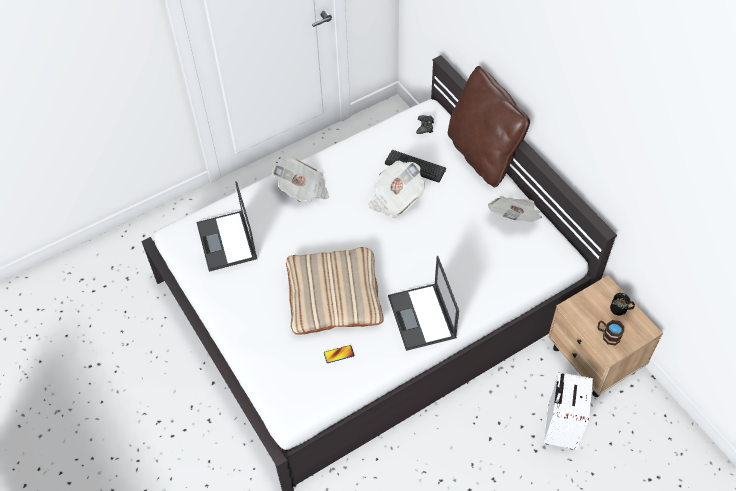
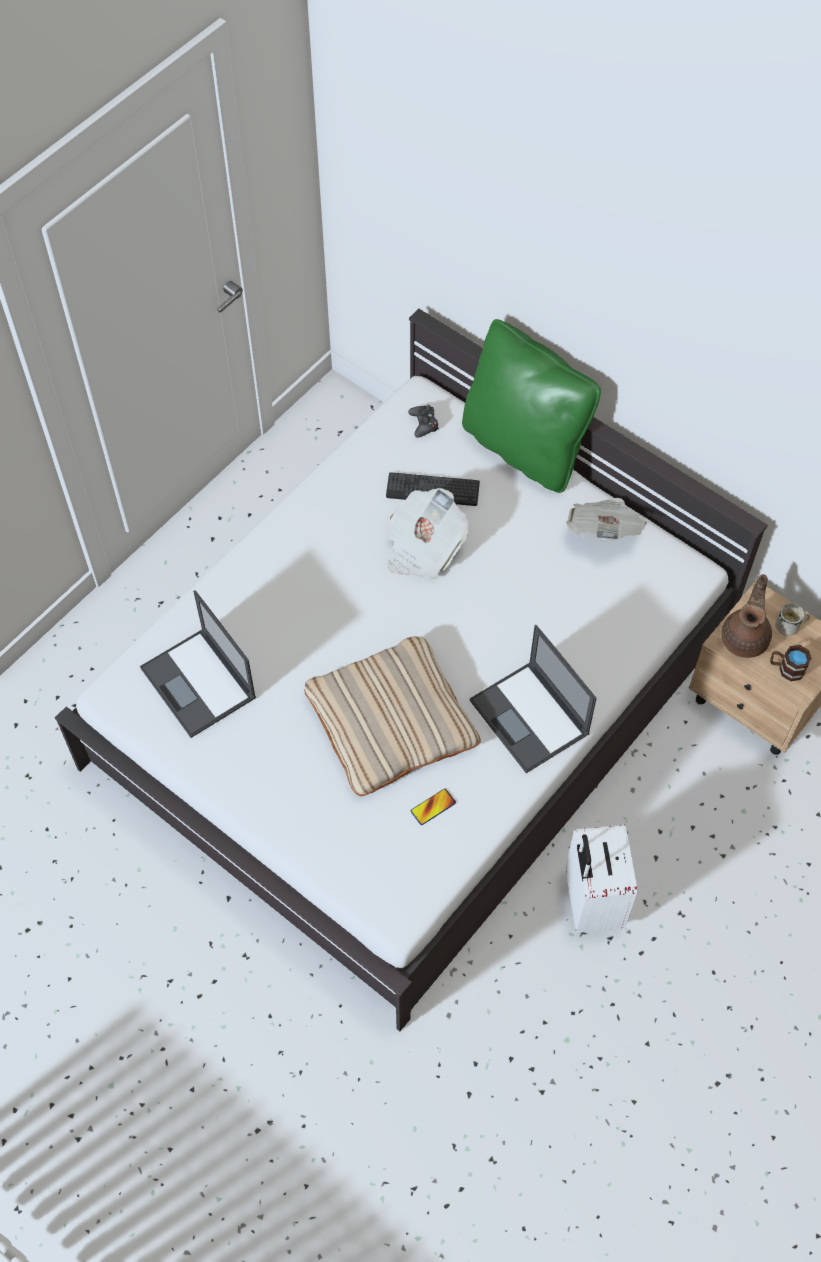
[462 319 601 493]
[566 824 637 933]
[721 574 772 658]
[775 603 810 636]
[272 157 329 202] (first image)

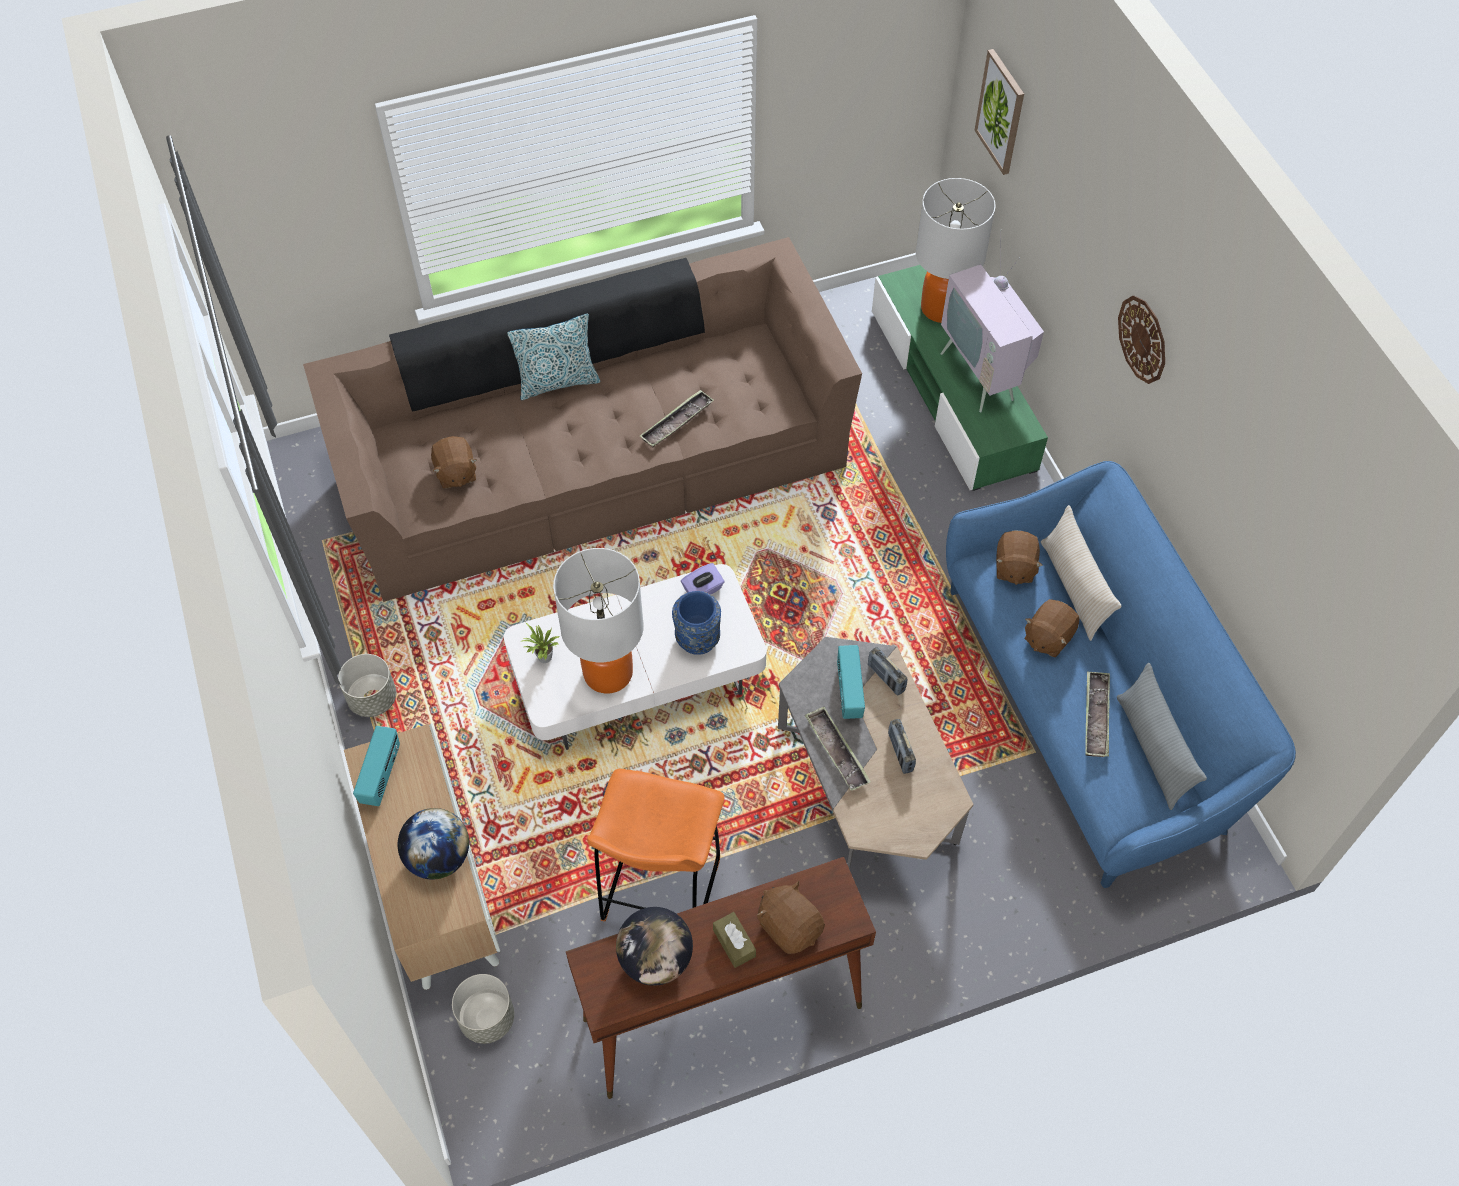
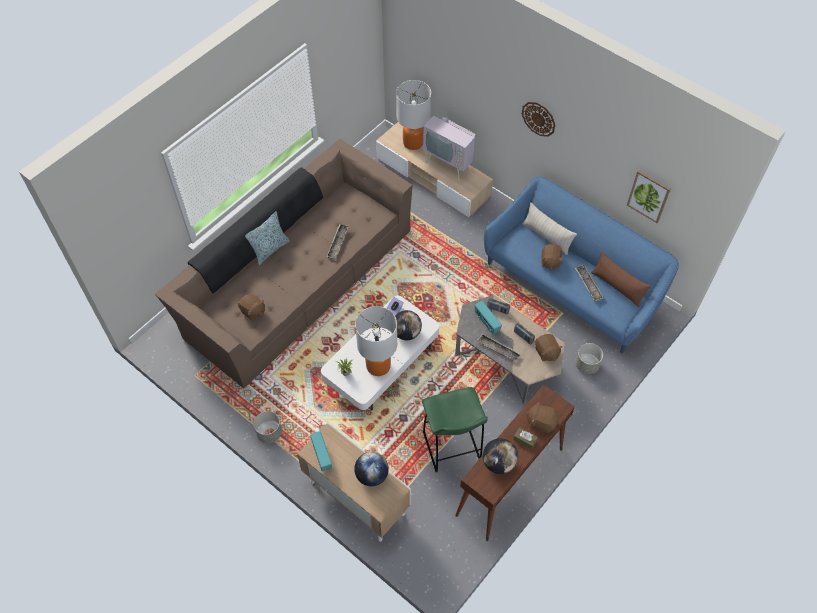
[376 122 493 217]
[395 310 422 340]
[422 387 488 473]
[535 334 563 361]
[575 343 603 374]
[591 252 651 307]
[627 170 671 223]

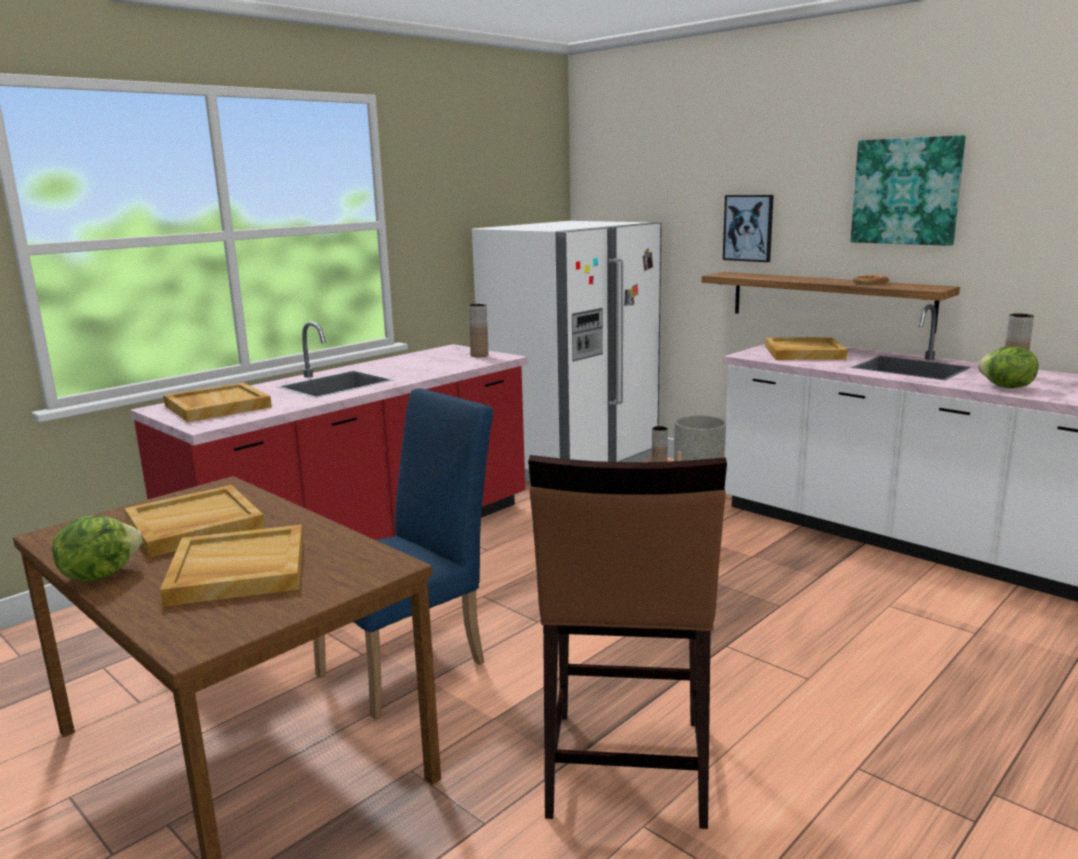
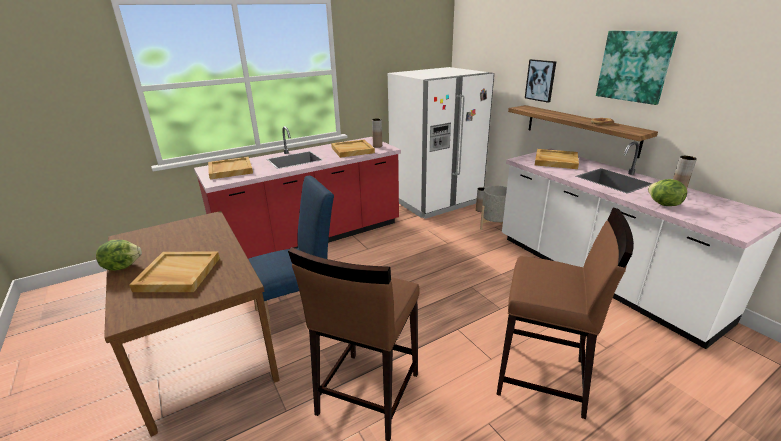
[331 140 375 158]
[496 208 634 419]

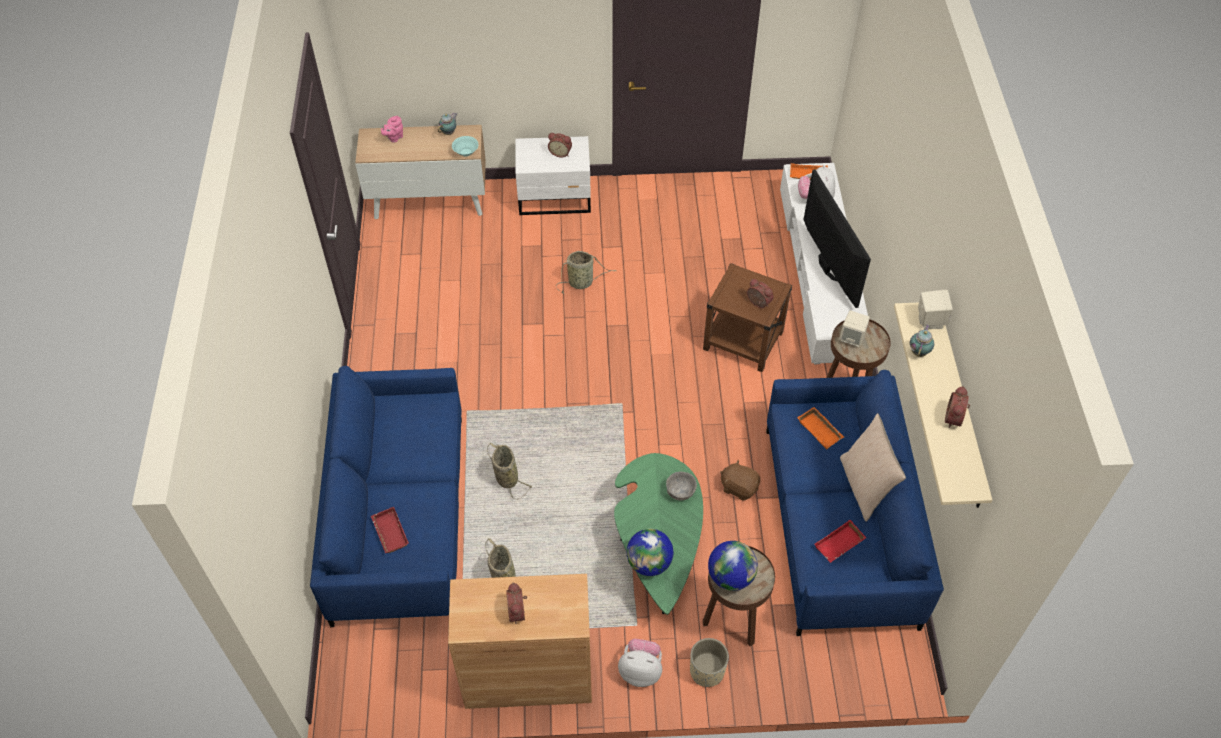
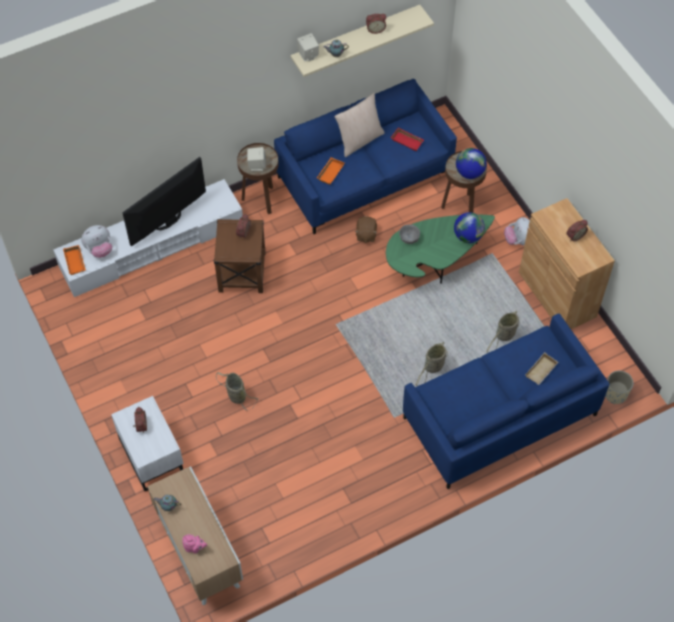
[525 352 558 385]
[605 371 633 404]
[452 136 479 157] (first image)

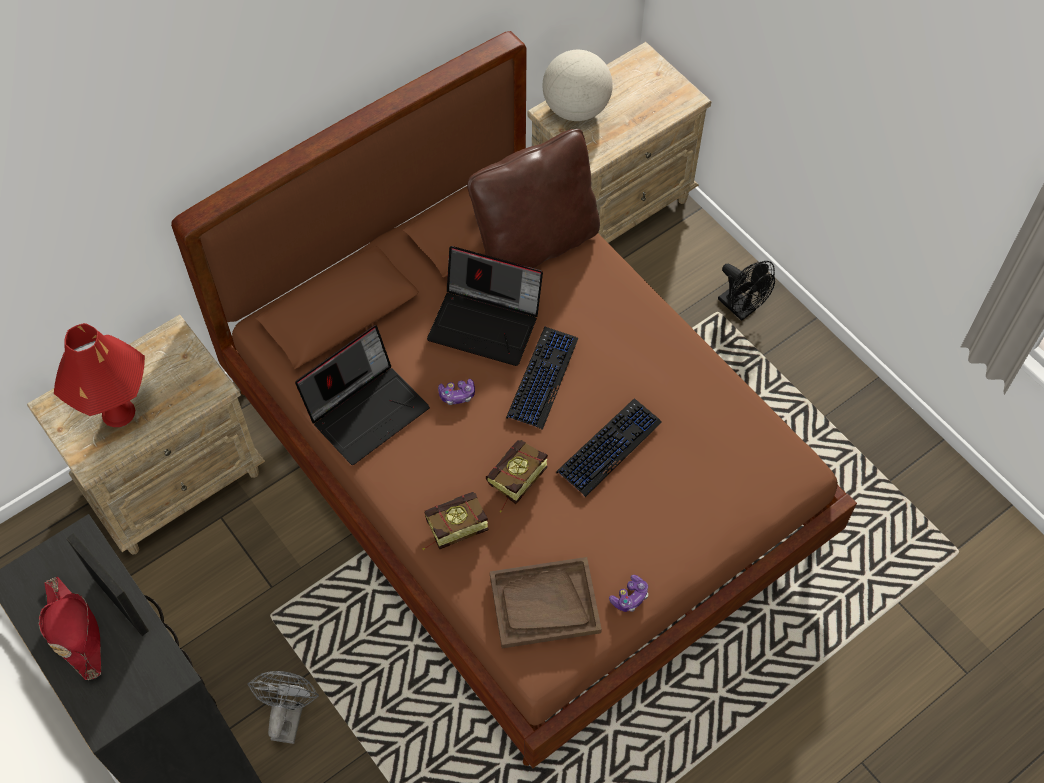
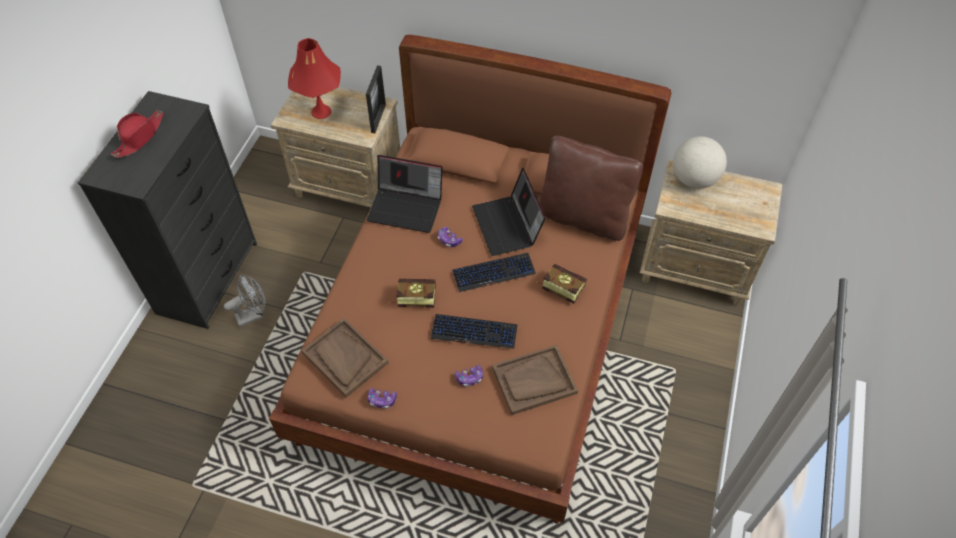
[366 66 386 133]
[455 365 483 387]
[492 345 578 415]
[536 264 587 304]
[718 261 775 321] (first image)

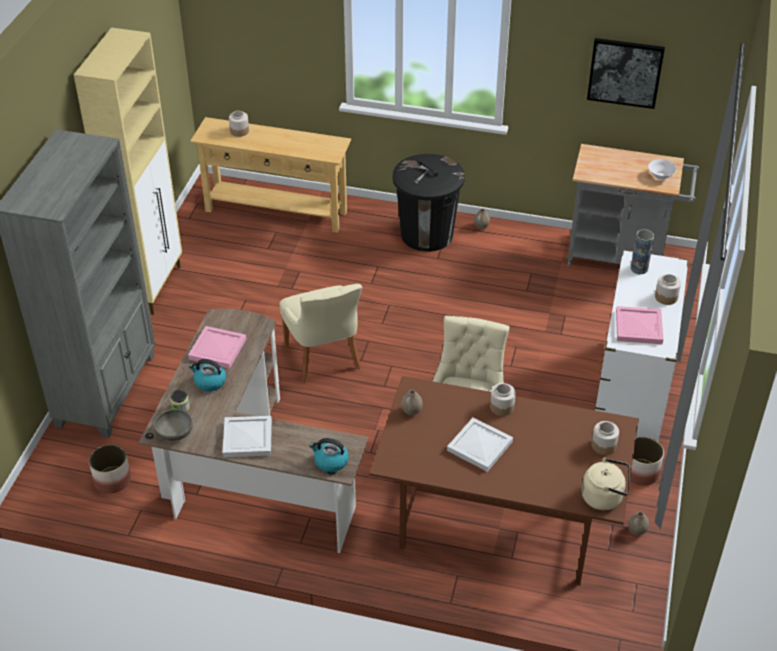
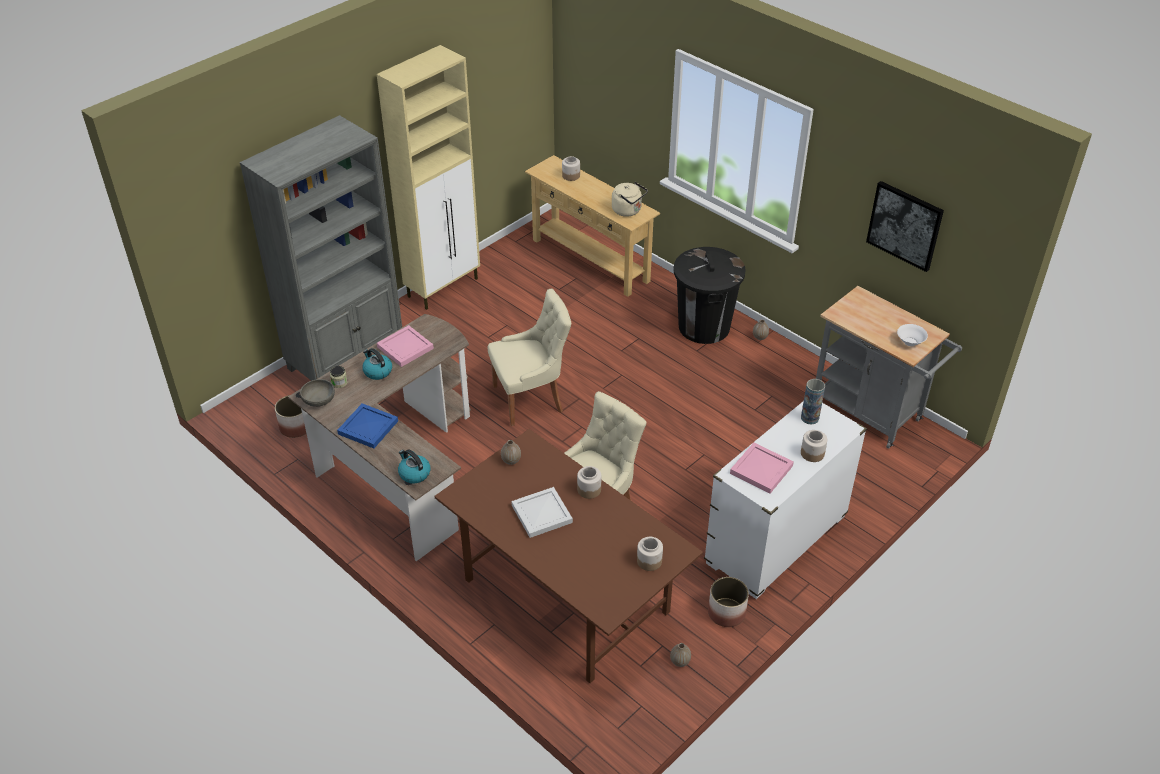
[337 403 398 448]
[488 289 571 426]
[612 182 648 217]

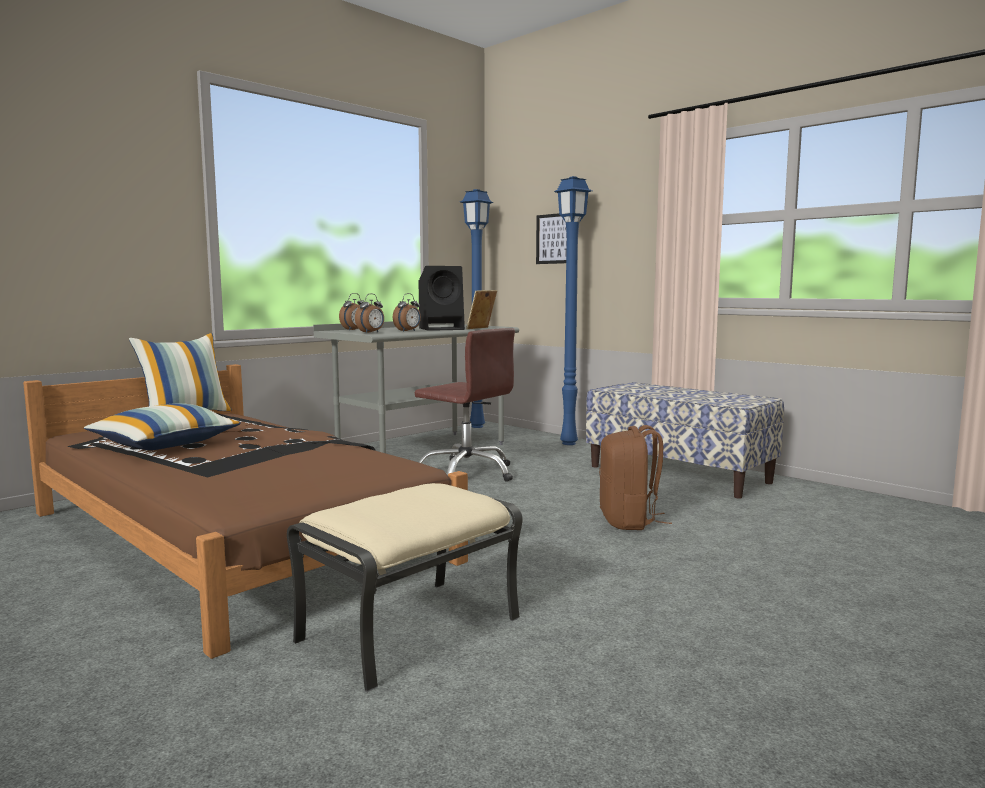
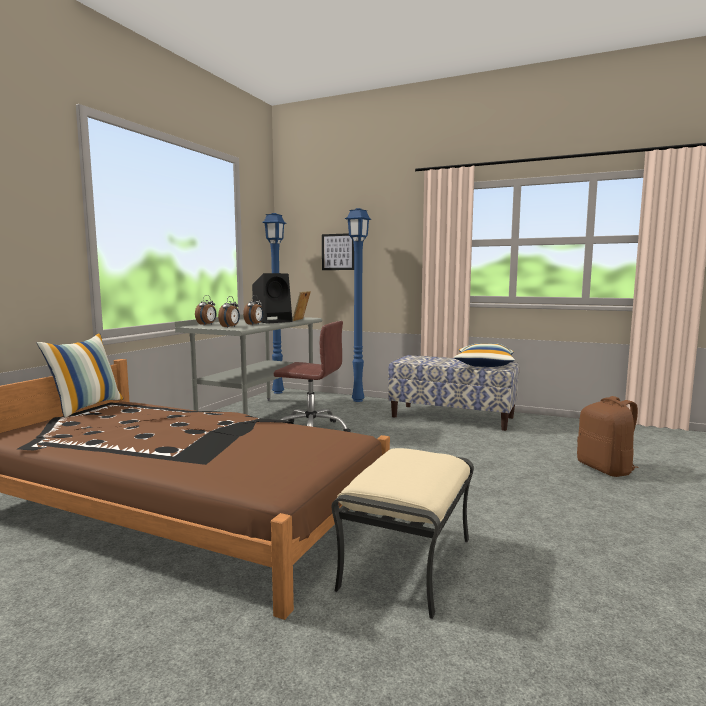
[454 343 515 367]
[577 396 639 477]

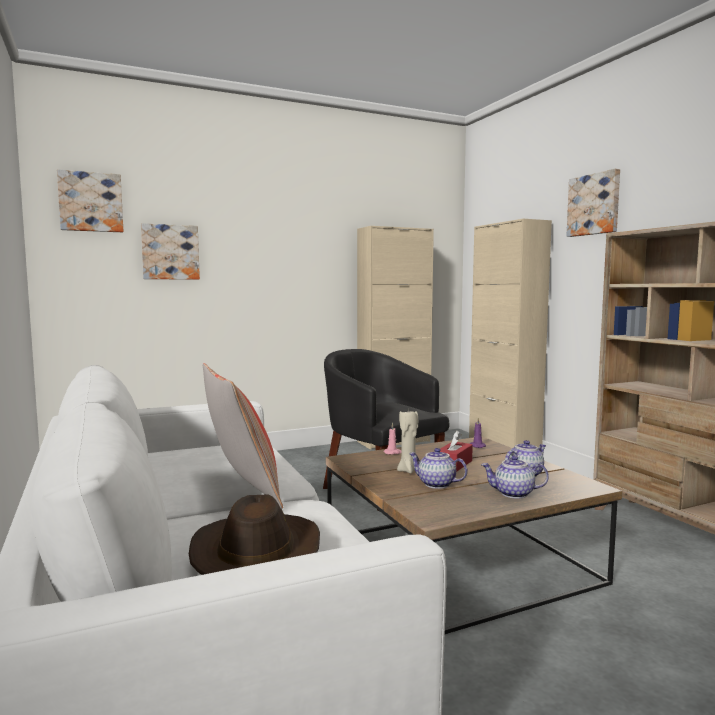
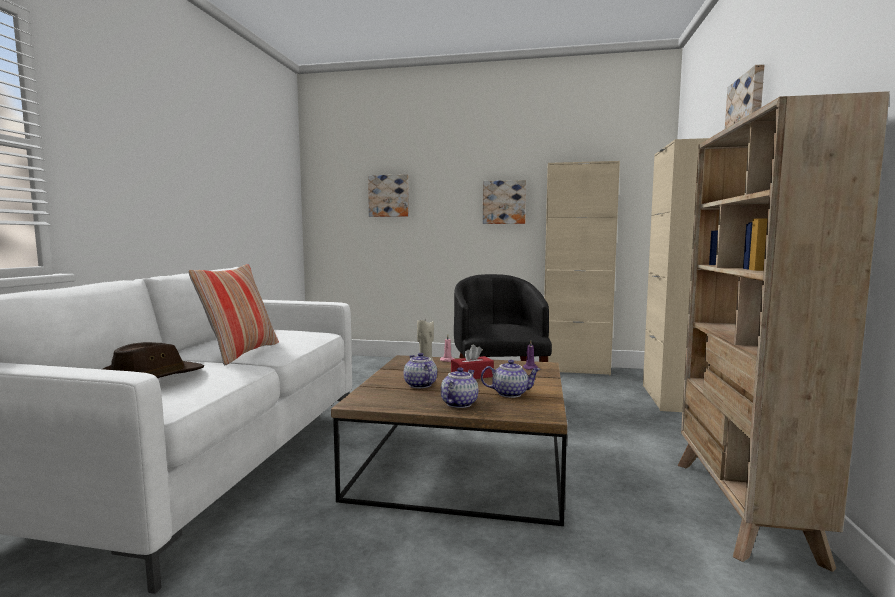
[441 367 479 408]
[483 180 526 224]

